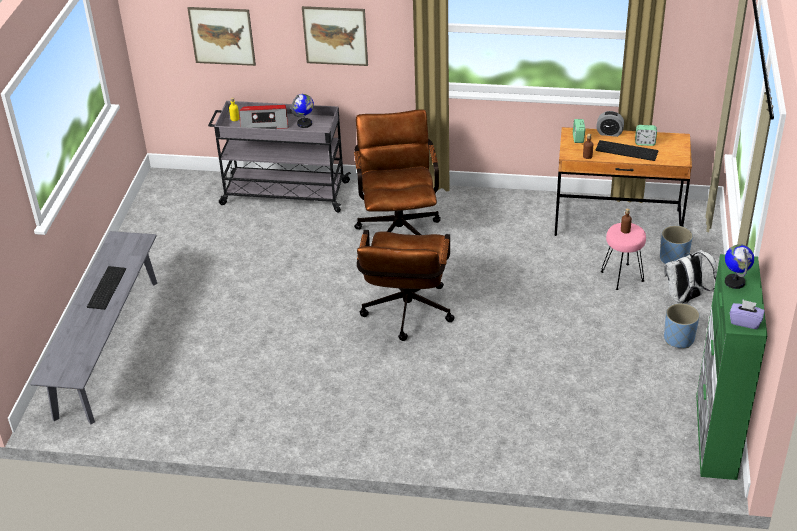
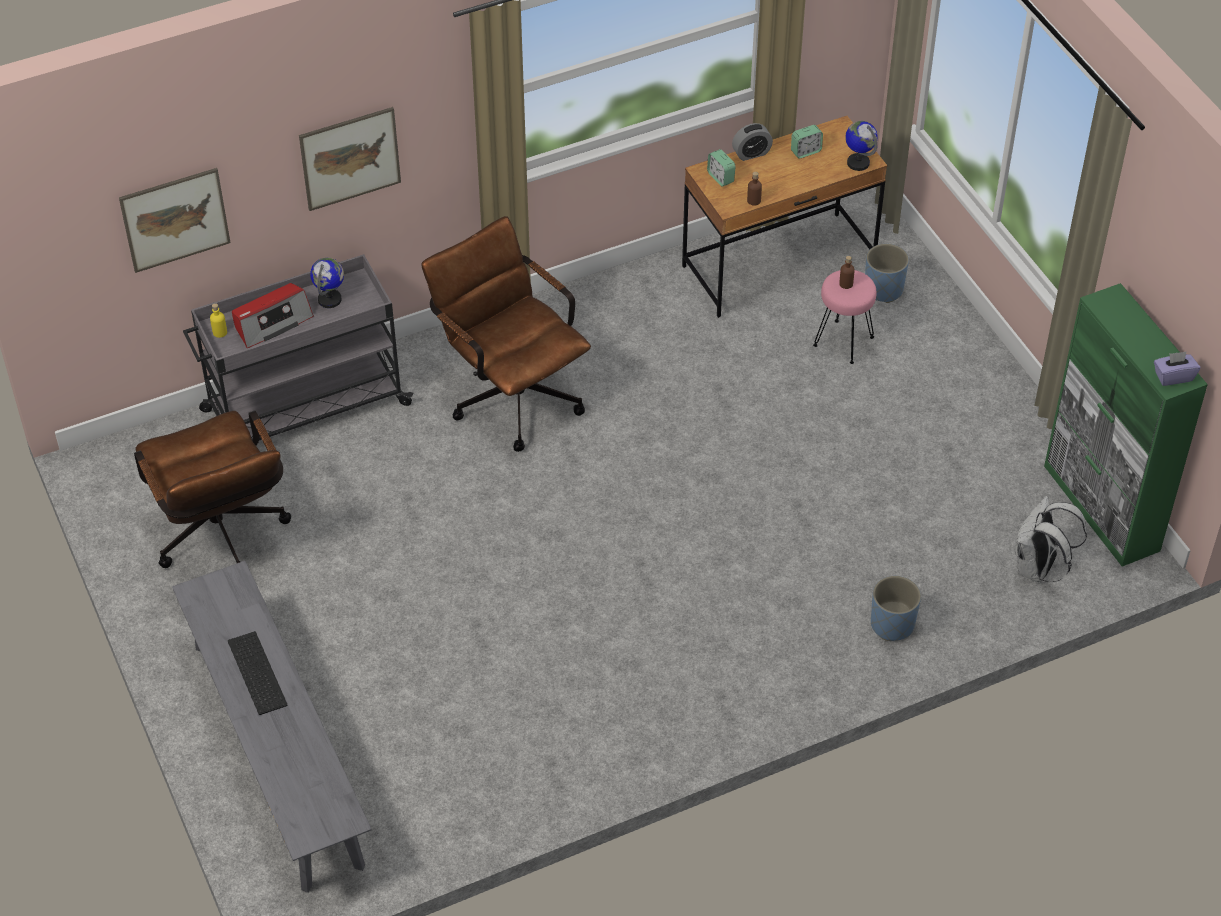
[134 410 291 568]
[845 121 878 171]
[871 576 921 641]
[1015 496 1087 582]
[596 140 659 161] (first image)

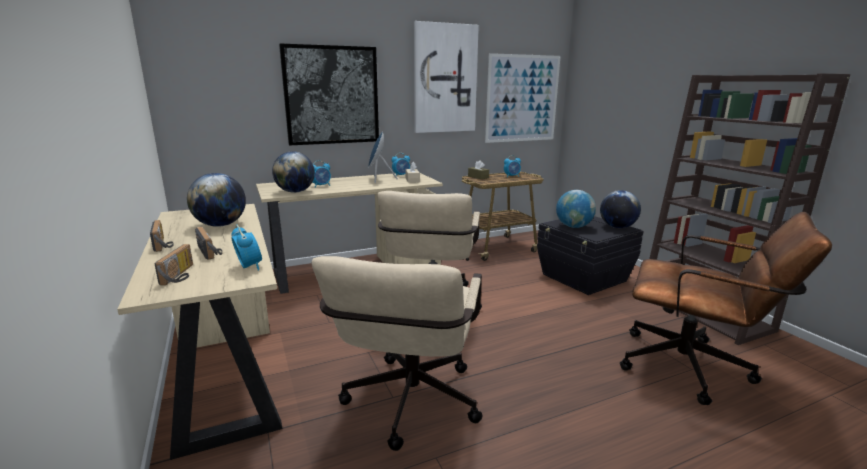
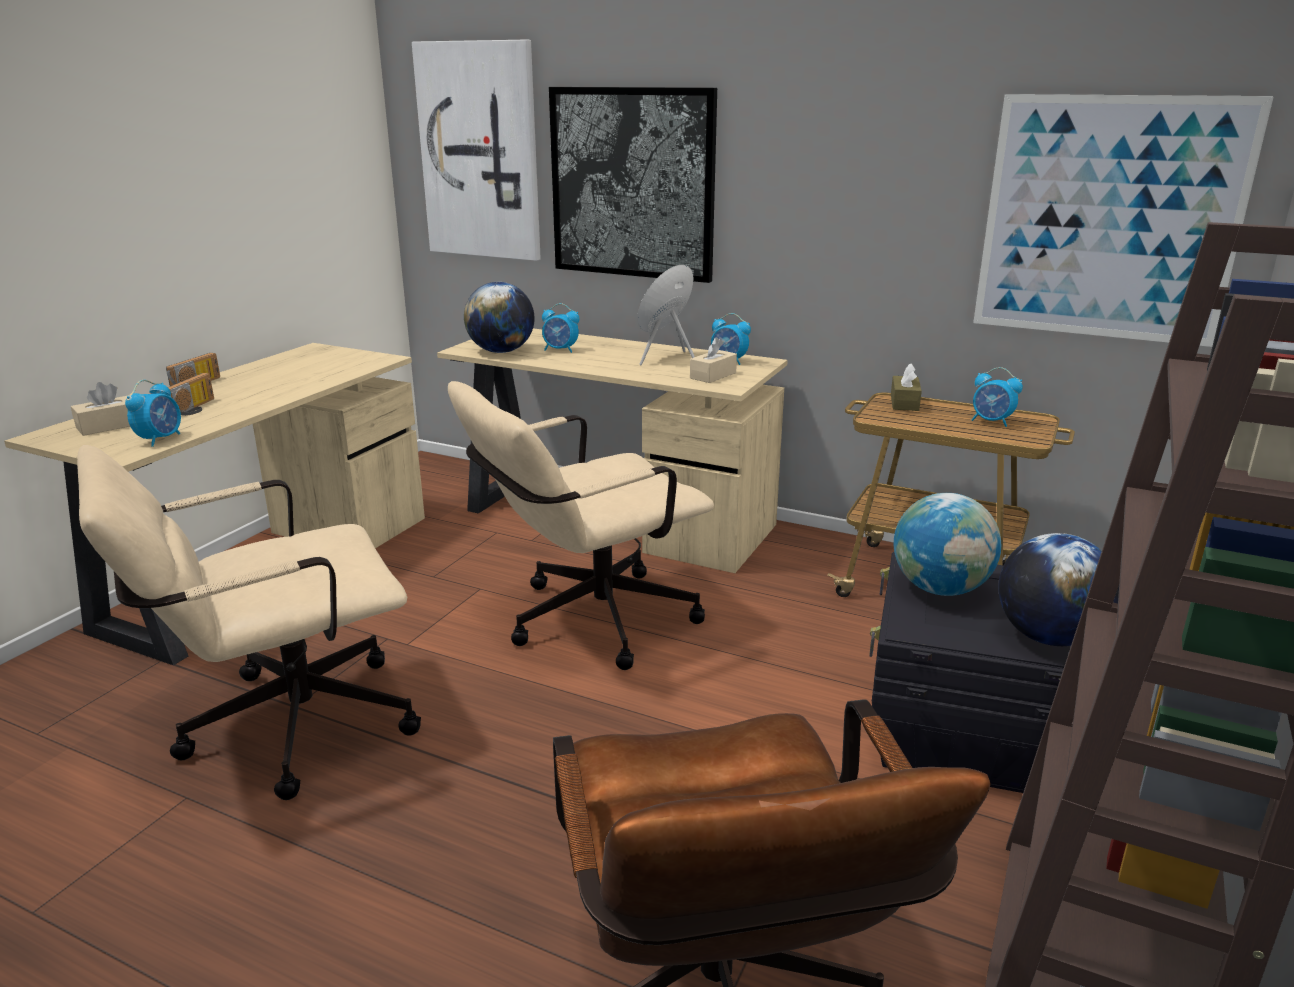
[71 382 130 436]
[412 40 541 261]
[187 173 246 227] (first image)

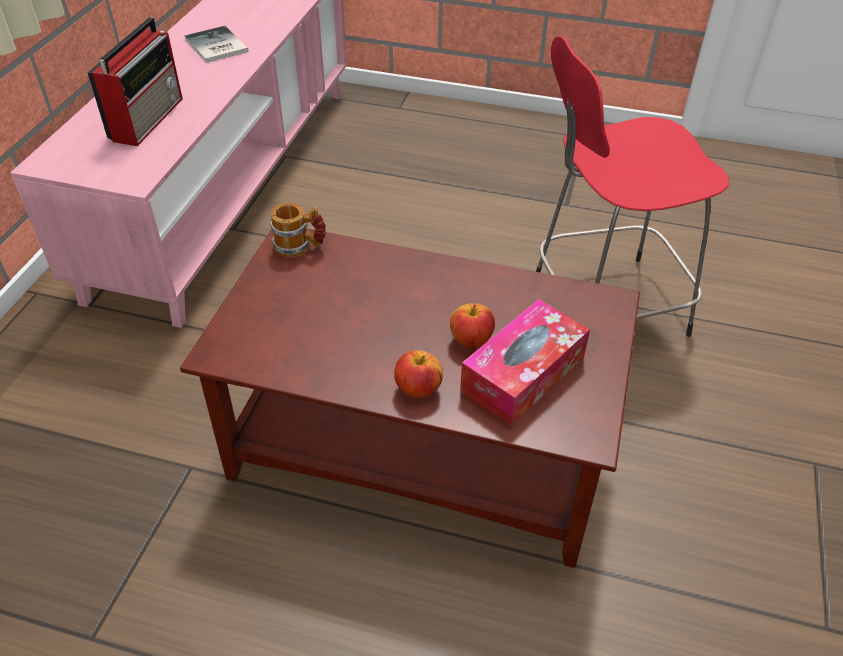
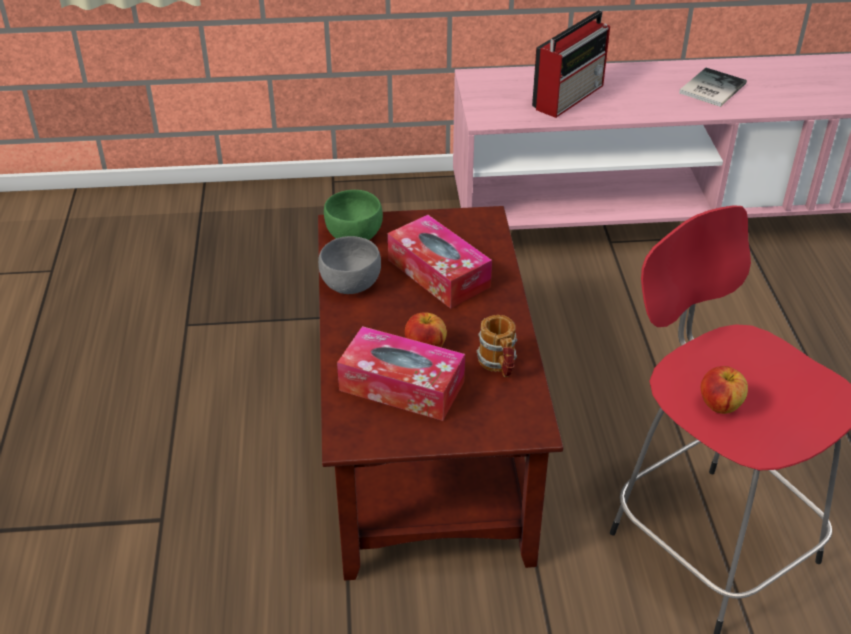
[318 236 381 294]
[324 190 383 240]
[388 215 492 309]
[477 315 517 377]
[532 10 610 118]
[701 366 748 414]

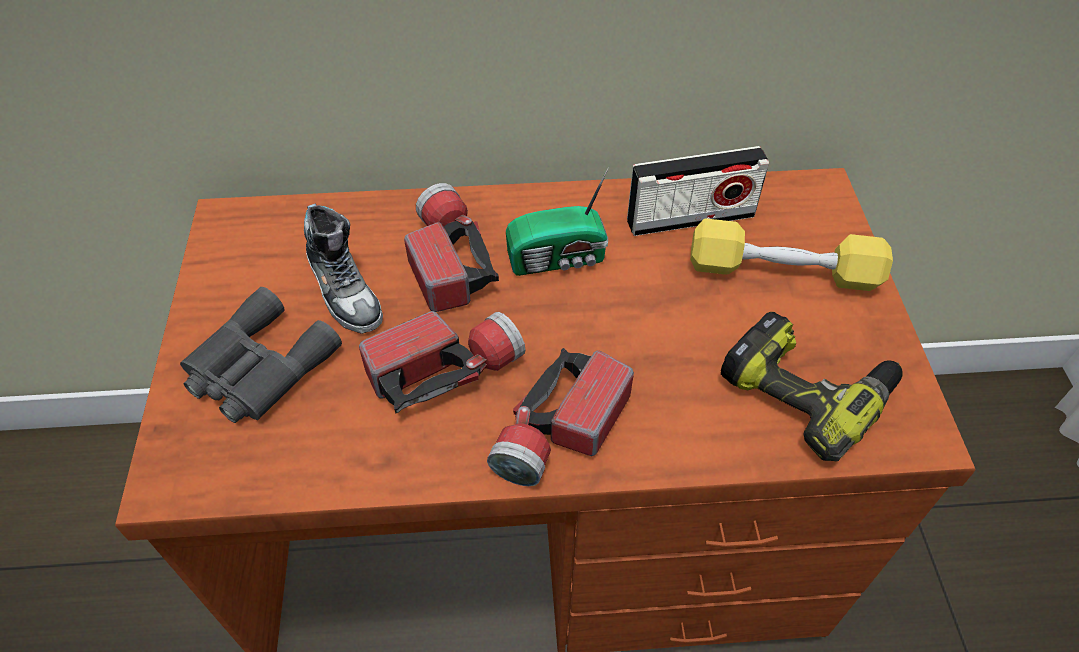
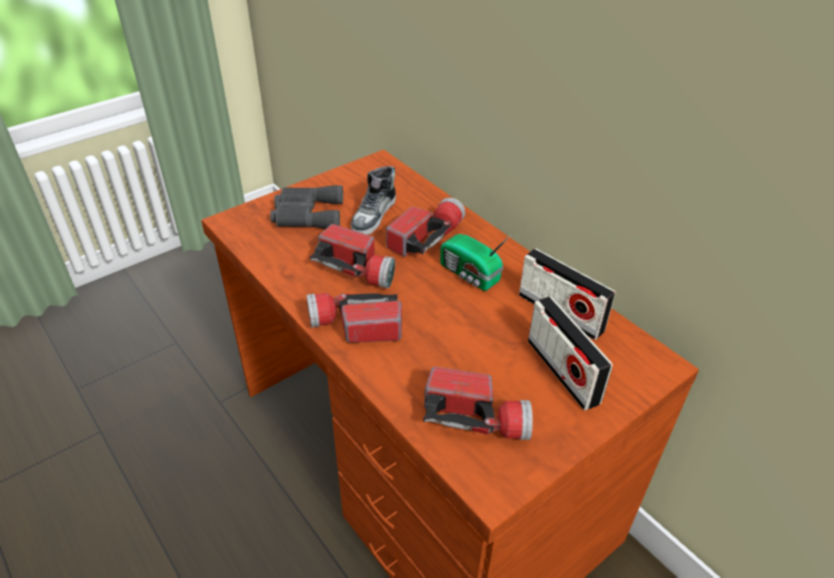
[423 367 533 440]
[528 296 613 410]

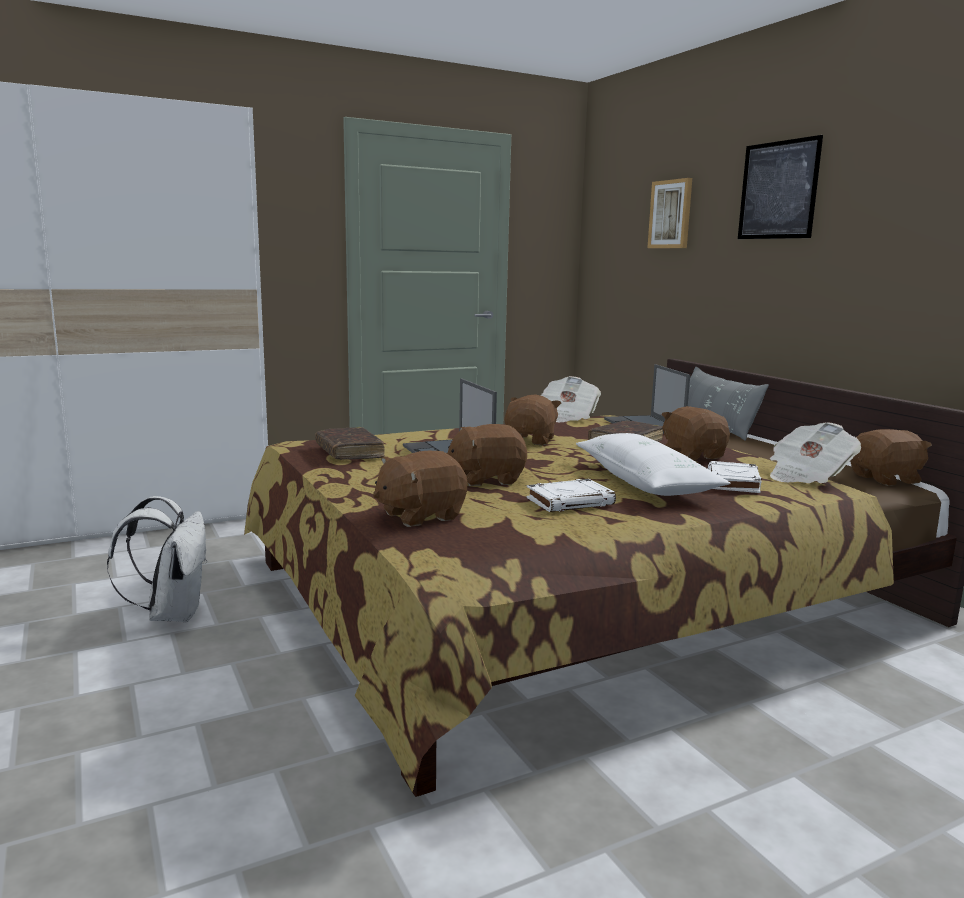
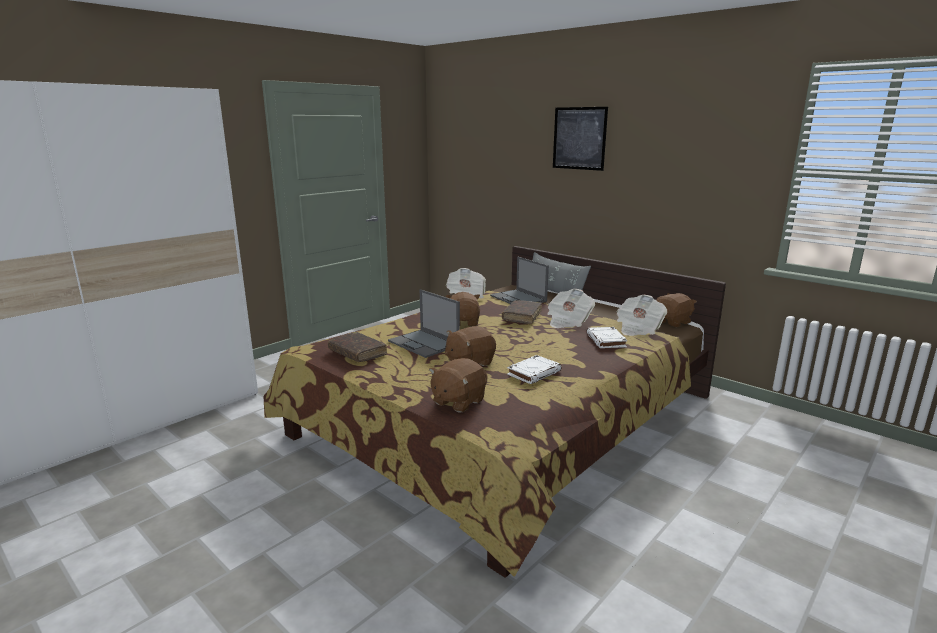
[547 289 595 328]
[107 496 207 622] (first image)
[576 433 730 496] (first image)
[648 178 692 248] (first image)

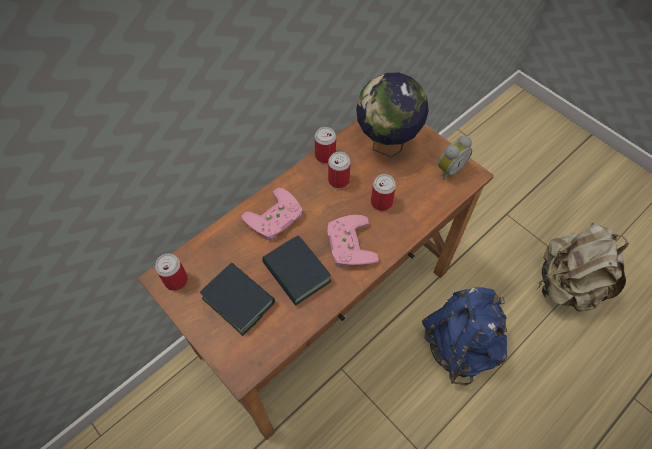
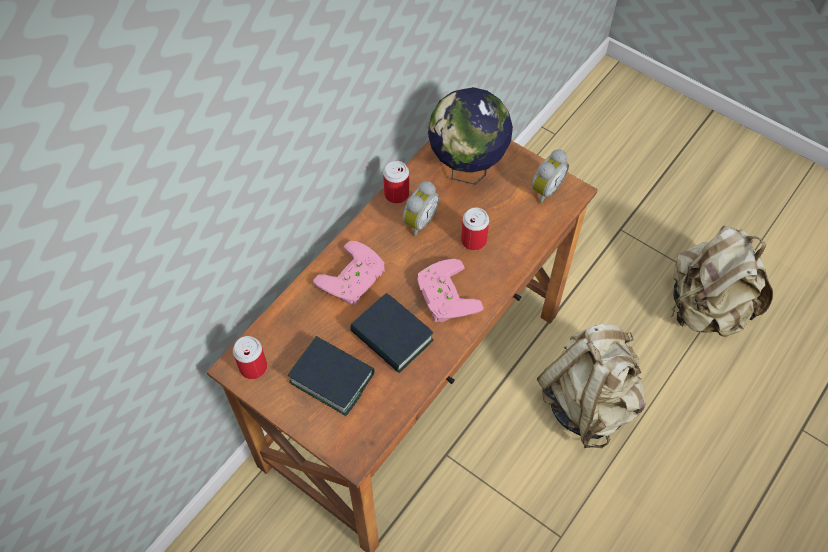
[403 181 439 237]
[537 324 646 448]

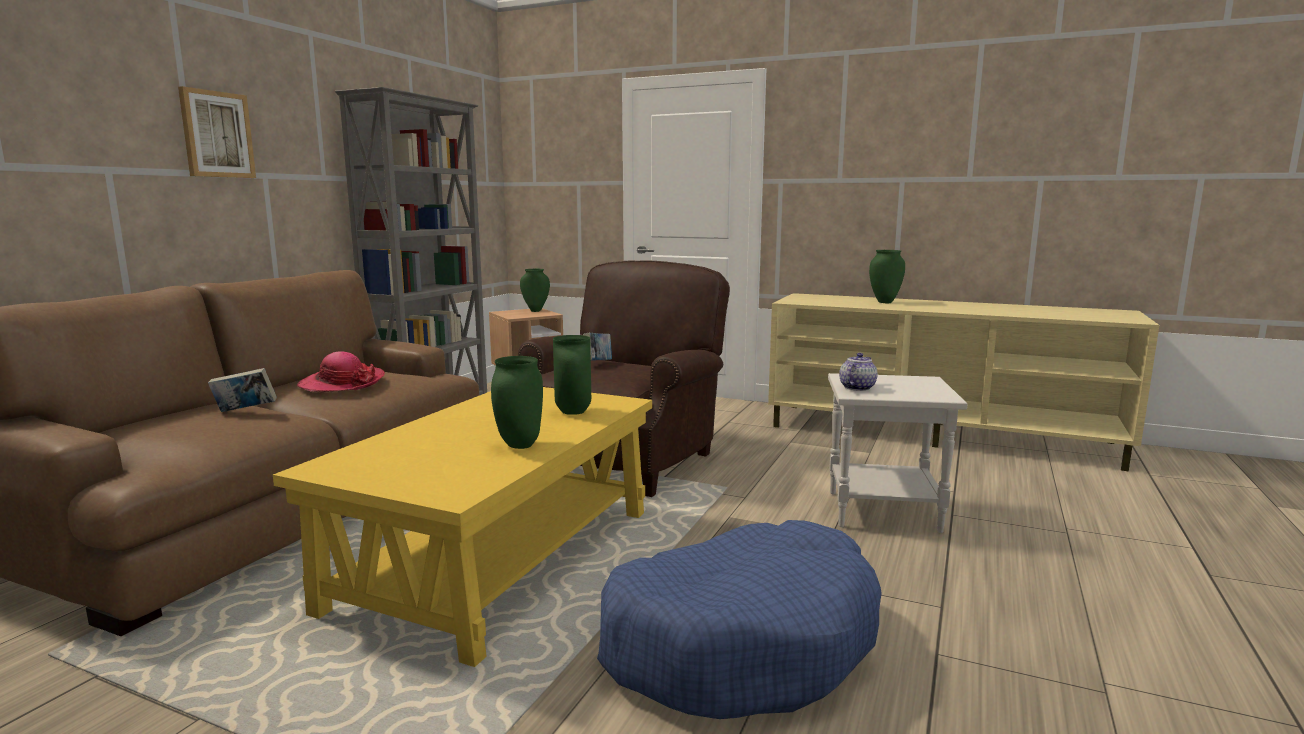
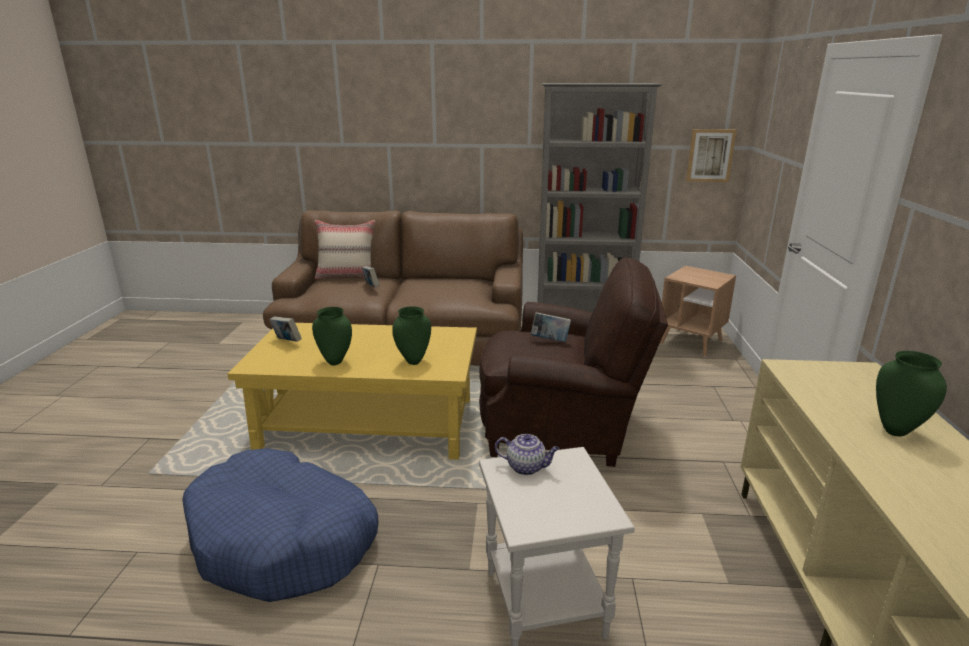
[269 316 302 342]
[315 220 375 279]
[686 129 736 182]
[297 351 385 392] (first image)
[520 269 550 312] (first image)

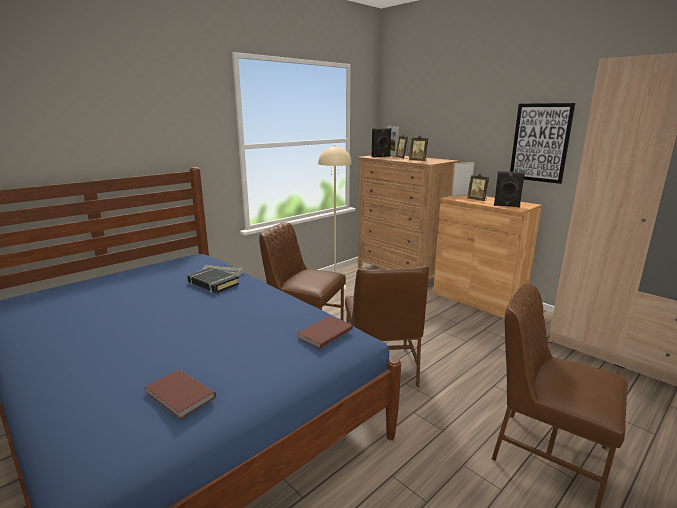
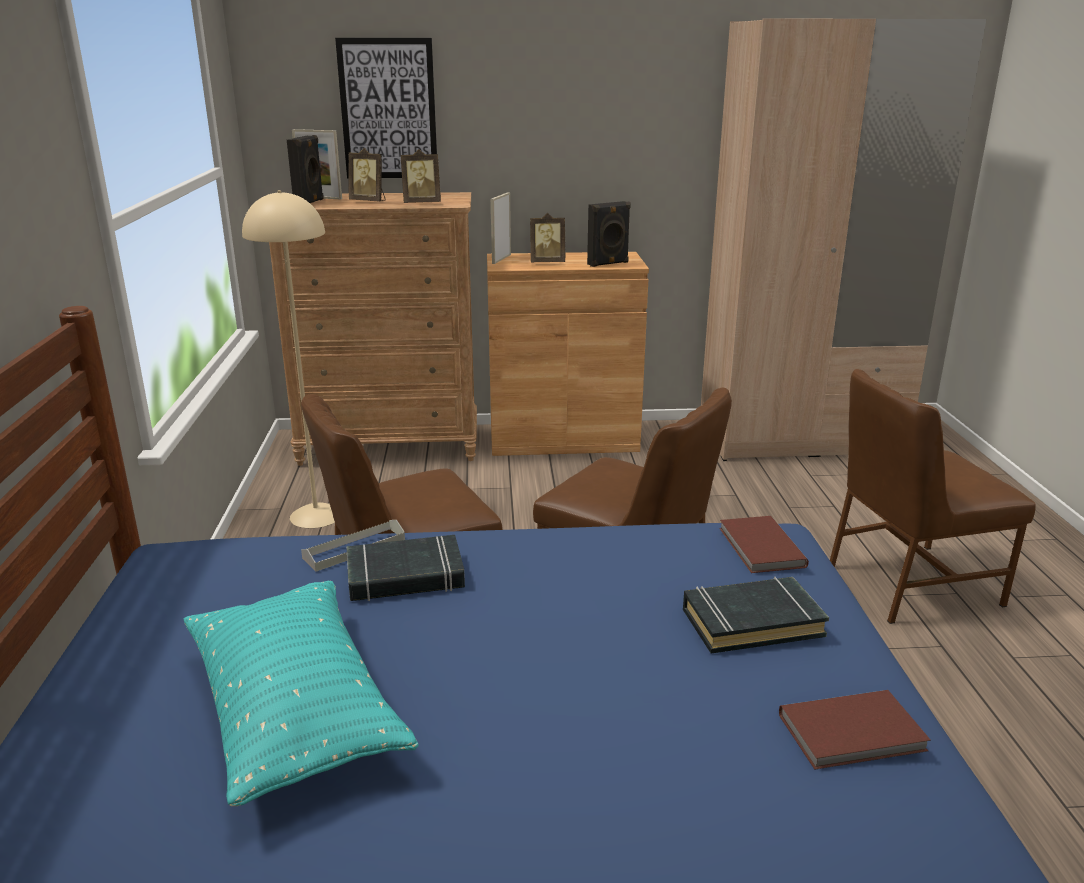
[184 581 419 806]
[335 38 437 178]
[683 577 829 654]

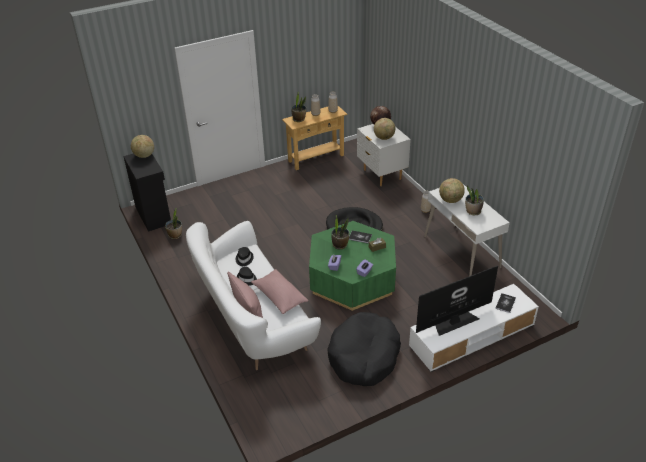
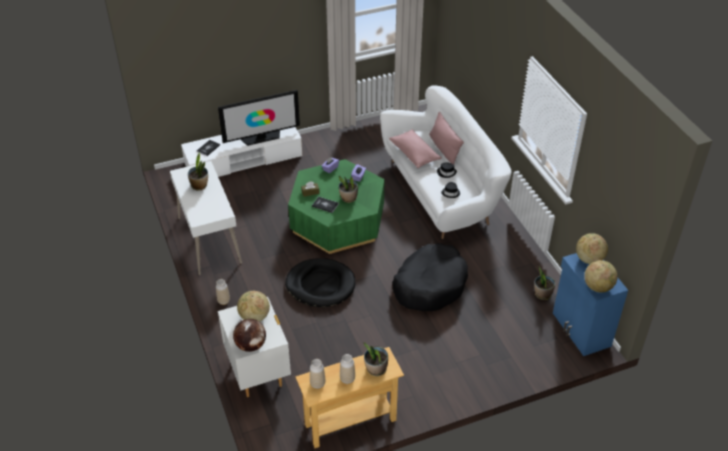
[392 243 468 311]
[553 253 628 356]
[576 233 608 264]

